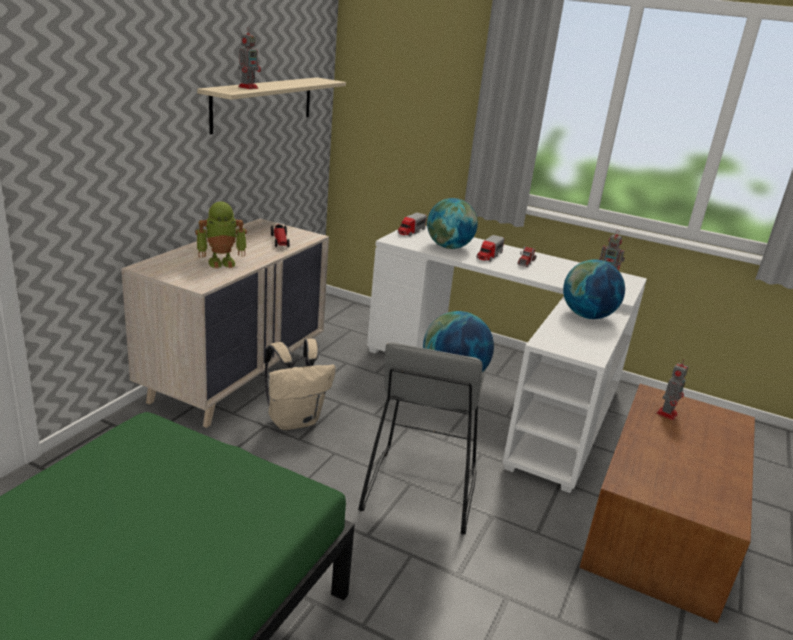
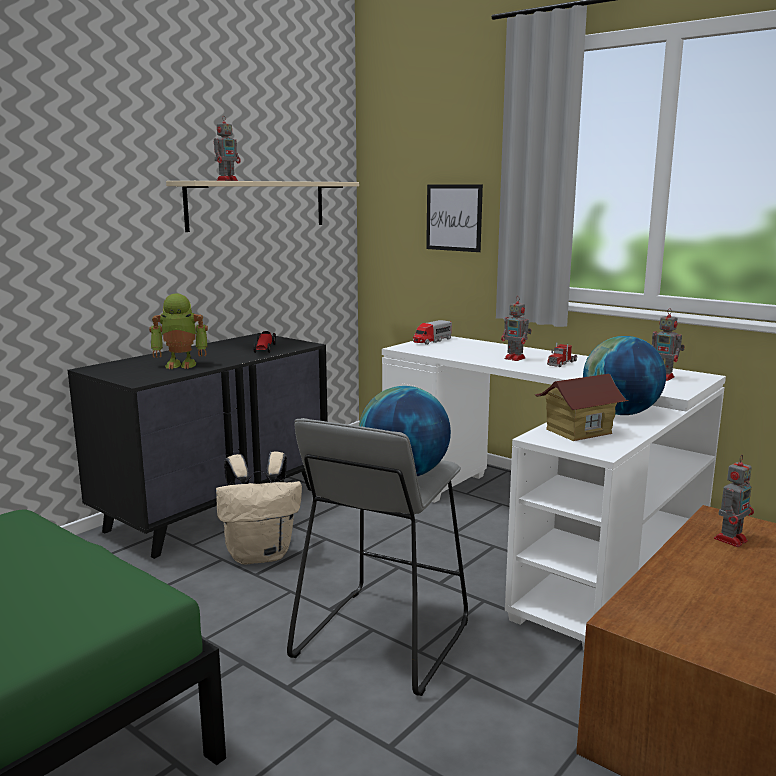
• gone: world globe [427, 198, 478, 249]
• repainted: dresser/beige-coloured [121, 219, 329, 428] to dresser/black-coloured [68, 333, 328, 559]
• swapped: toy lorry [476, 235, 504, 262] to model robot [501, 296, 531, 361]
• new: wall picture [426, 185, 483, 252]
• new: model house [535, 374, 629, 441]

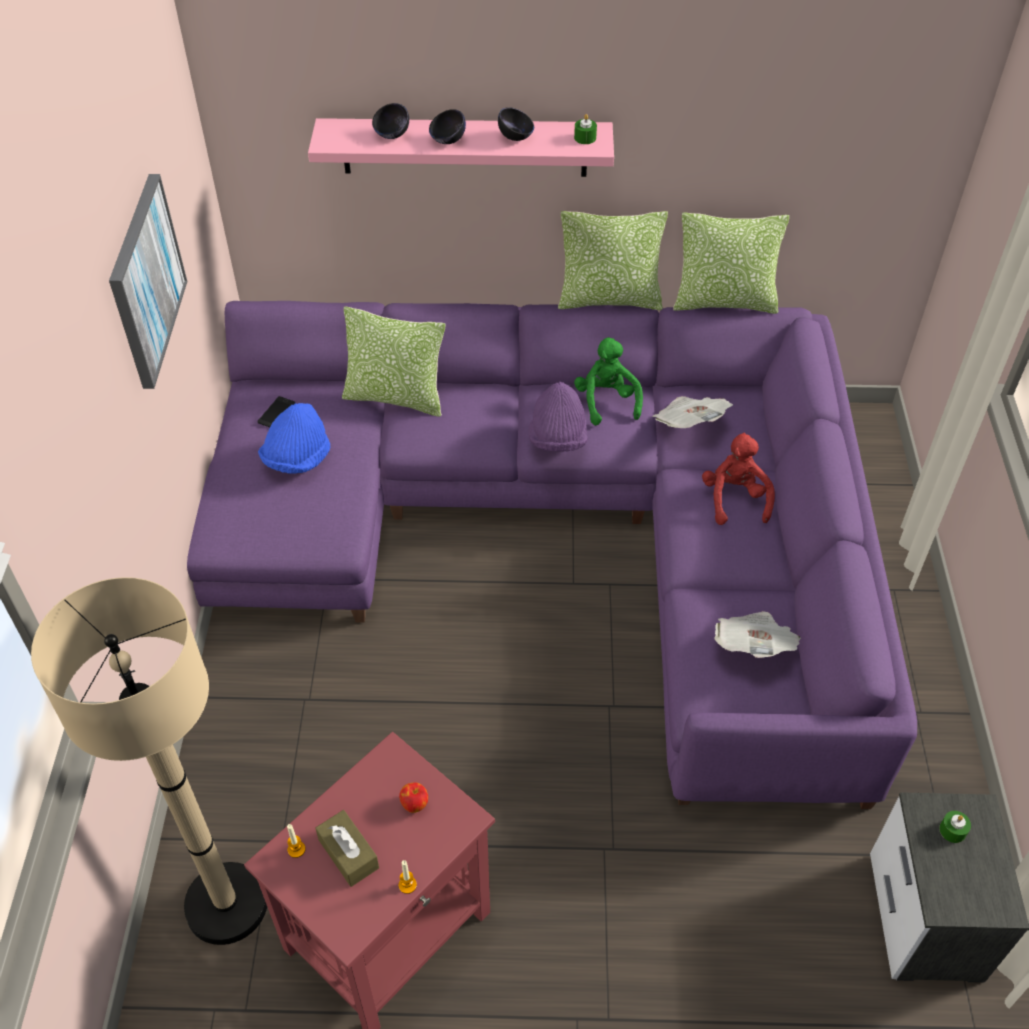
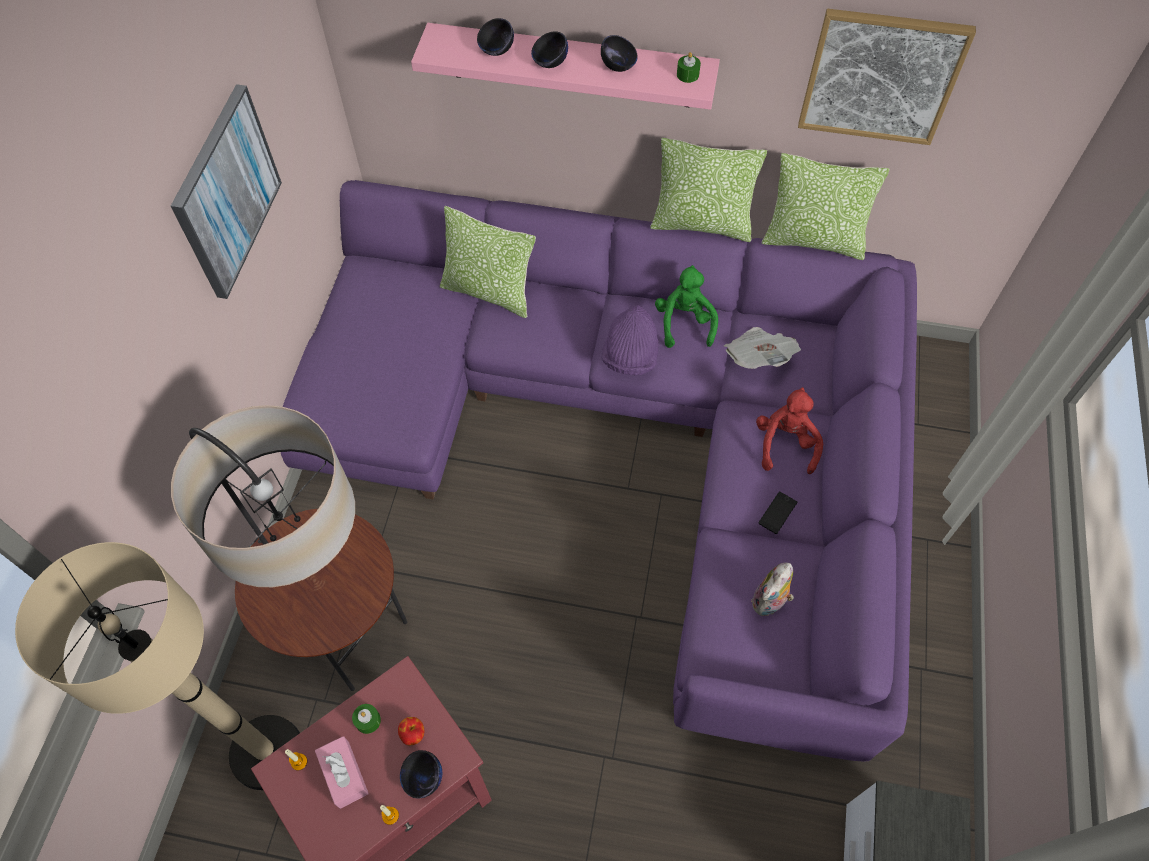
• shifted: phone [257, 396, 296, 427] to [759, 492, 797, 534]
• gone: clothing hat/bluish [258, 403, 330, 474]
• swapped: newspaper [714, 611, 801, 658] to plush toy [751, 563, 794, 616]
• repainted: tissue holder/brown-coloured [315, 810, 379, 887] to tissue holder/pink-coloured [315, 736, 369, 809]
• shifted: wax candle/green [939, 811, 971, 843] to [352, 704, 381, 734]
• new: wall picture [798, 9, 976, 145]
• new: standing lamp [171, 405, 407, 691]
• new: deep dish/black-coloured [400, 750, 442, 798]

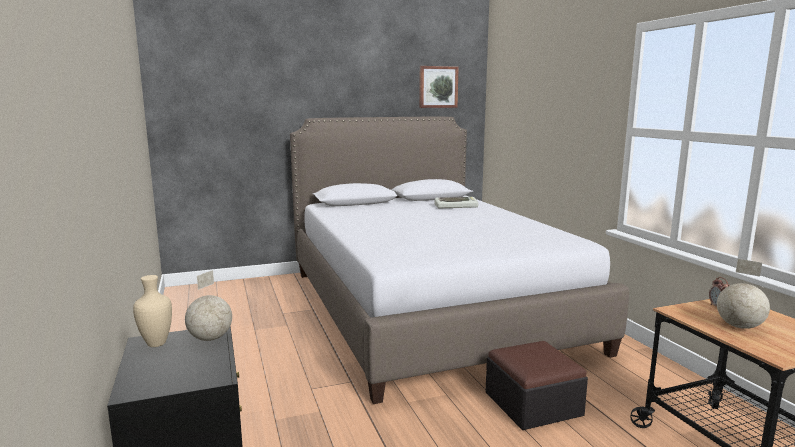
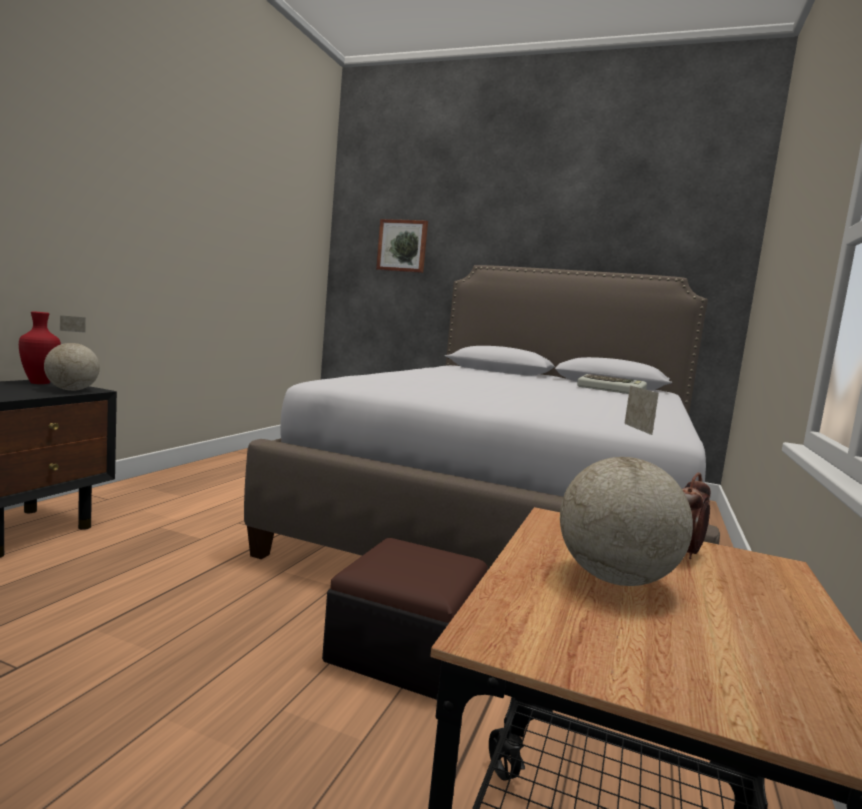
• shifted: wall picture [419, 66, 459, 108] to [376, 219, 428, 273]
• repainted: decorative vase/beige-coloured [133, 275, 172, 347] to decorative vase/red-coloured [19, 312, 61, 384]

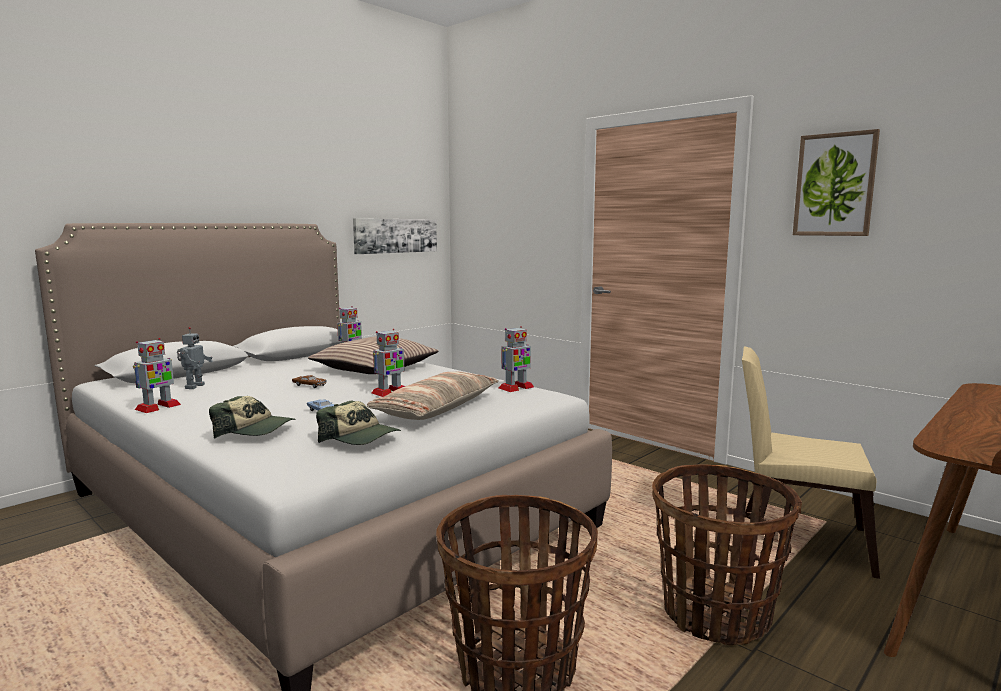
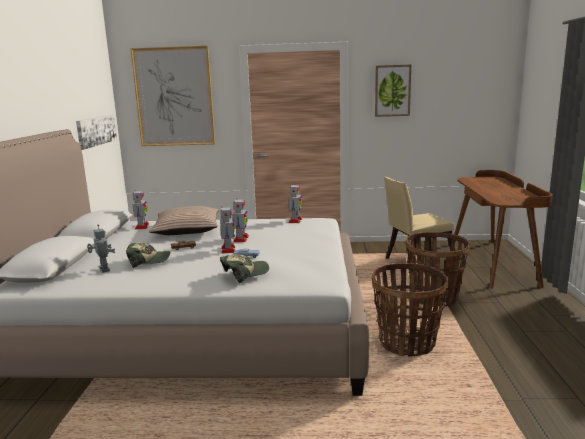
• shifted: model robot [133, 338, 181, 413] to [220, 206, 235, 254]
• gone: cushion [367, 372, 499, 420]
• shifted: peaked cap [316, 401, 401, 445] to [126, 242, 170, 268]
• new: wall picture [131, 46, 215, 146]

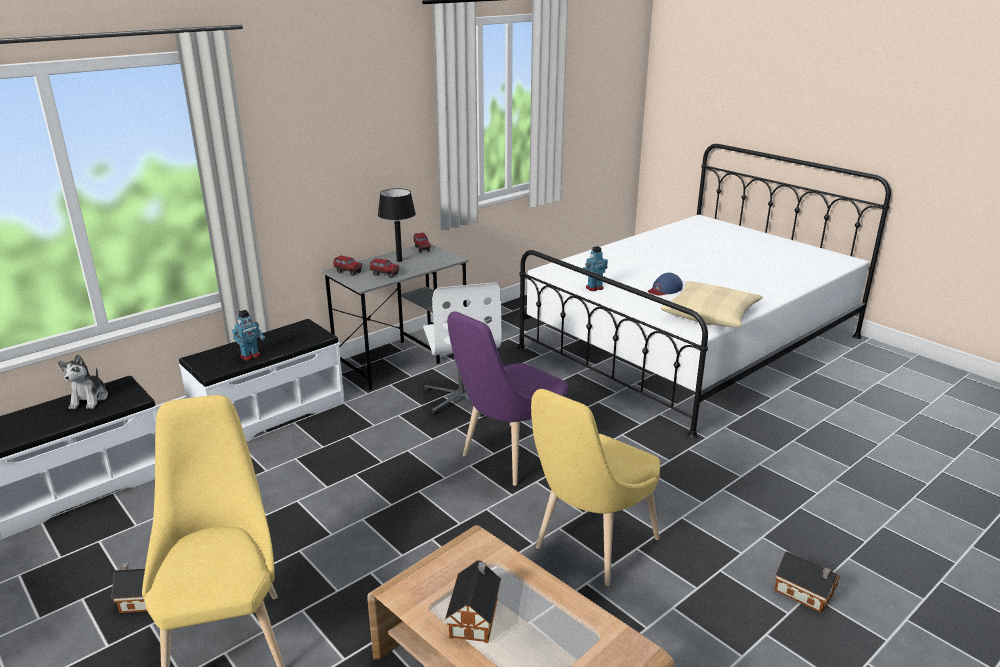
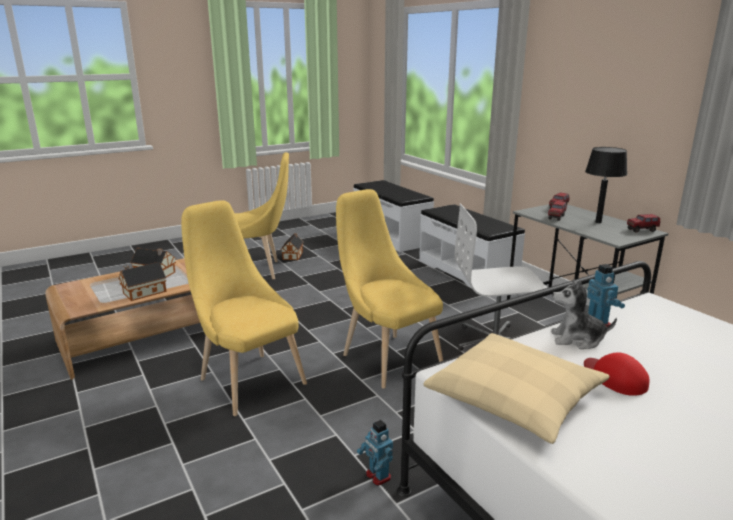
• repainted: peaked cap/bluish [648, 273, 683, 296] to peaked cap/red-coloured [584, 353, 650, 396]
• shifted: model robot [232, 310, 265, 361] to [357, 420, 393, 486]
• repainted: chair/purplish [447, 311, 568, 486] to chair/yellow-coloured [336, 189, 443, 389]
• shifted: plush toy [58, 354, 108, 409] to [551, 279, 617, 349]
• shifted: model house [774, 551, 840, 613] to [118, 262, 167, 301]

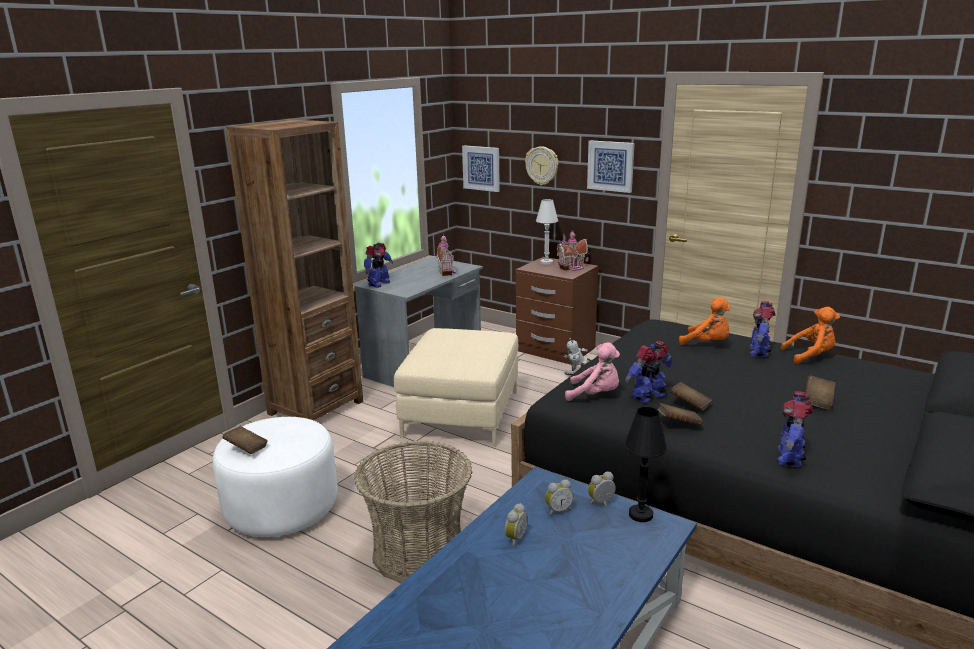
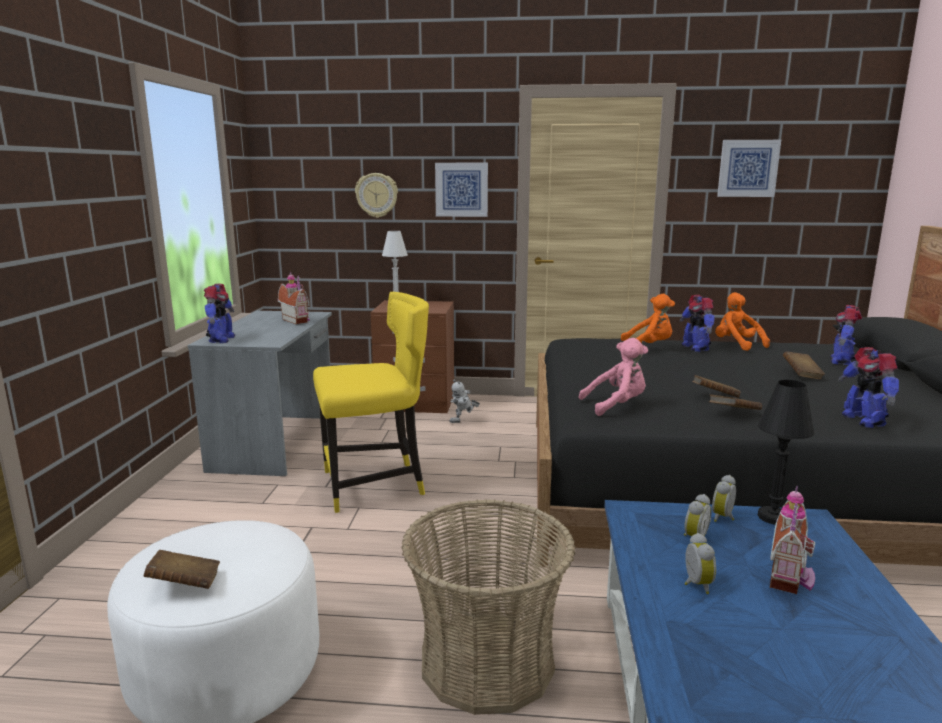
• gone: bookshelf/brown-coloured [226, 119, 363, 420]
• shifted: wall picture [462, 145, 500, 192] to [717, 140, 781, 197]
• shifted: model house [557, 230, 589, 271] to [770, 486, 815, 594]
• rotated: plush toy/orange [781, 307, 840, 364] = [715, 292, 770, 351] 90 degrees counterclockwise
• swapped: pouffe/beige-coloured [394, 328, 518, 447] to chair/yellow-coloured [313, 292, 429, 513]
• shifted: model robot [625, 341, 672, 403] to [831, 305, 862, 365]

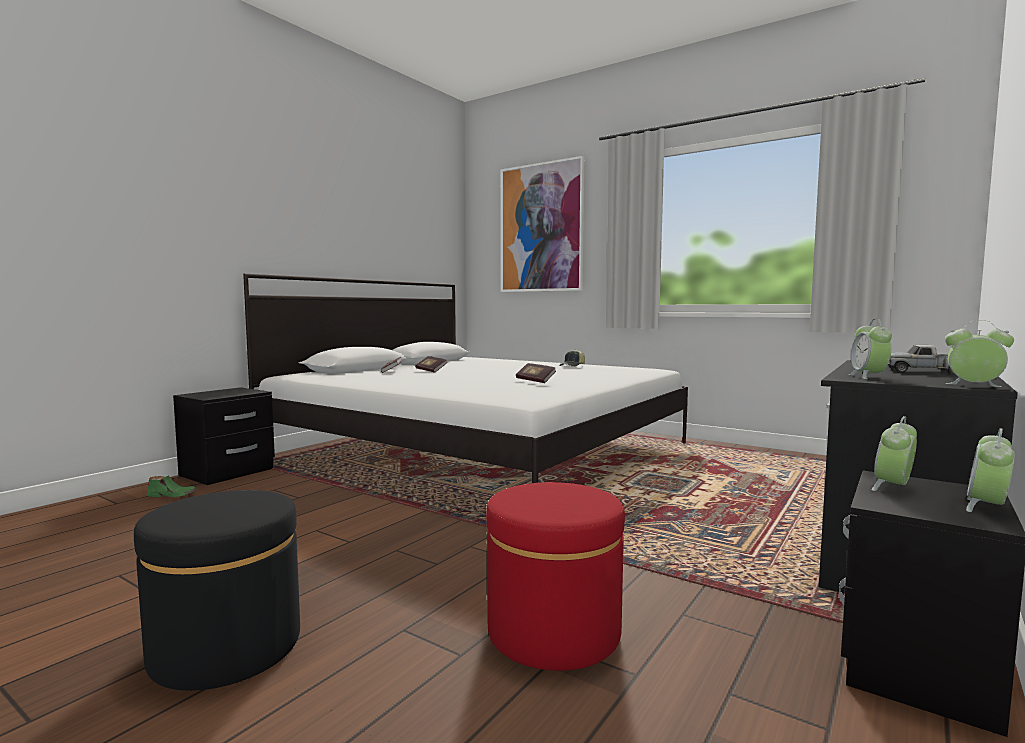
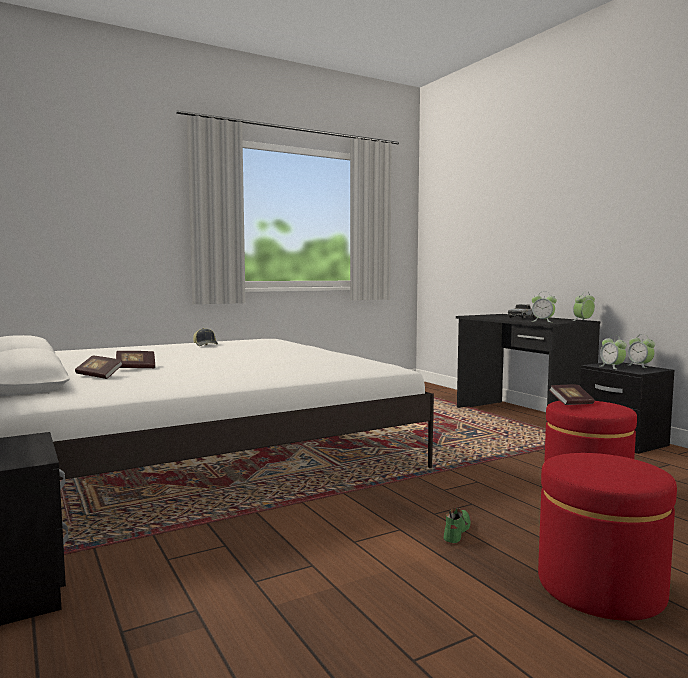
• gone: wall picture [501, 156, 584, 292]
• shifted: volume [516, 363, 556, 383] to [549, 385, 595, 405]
• shifted: shoe/green [147, 475, 197, 497] to [444, 508, 471, 543]
• repainted: pouffe/black-coloured [134, 490, 300, 691] to pouffe/red-coloured [538, 453, 677, 621]

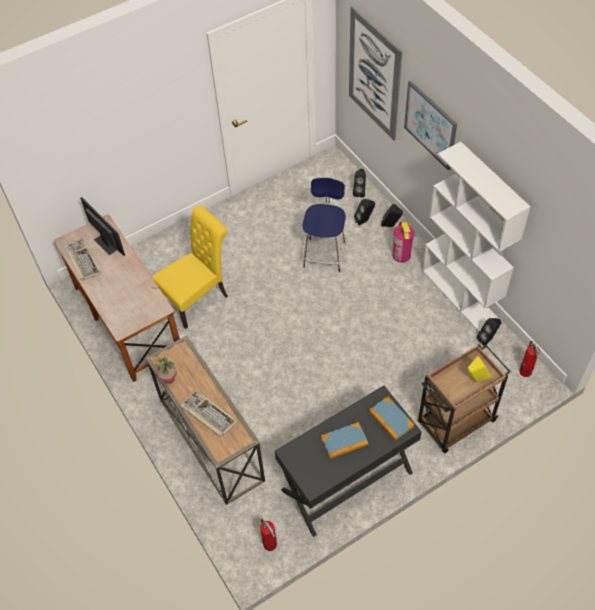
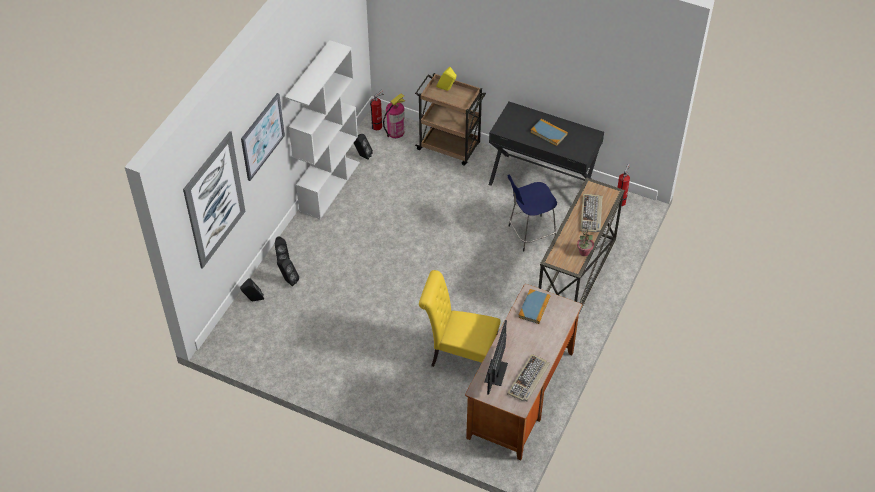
• shifted: sitting stool/bluish [302, 178, 347, 272] to [508, 175, 557, 252]
• shifted: fire extinguisher [392, 222, 414, 262] to [383, 93, 405, 138]
• shifted: volume [369, 397, 414, 440] to [518, 289, 550, 324]

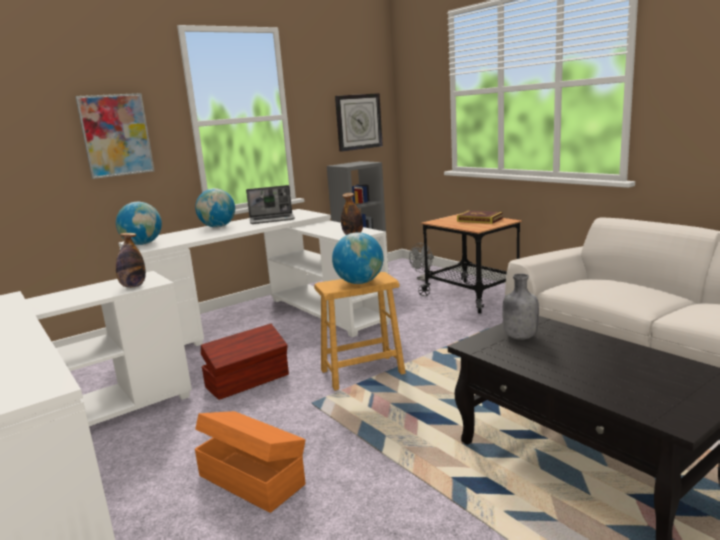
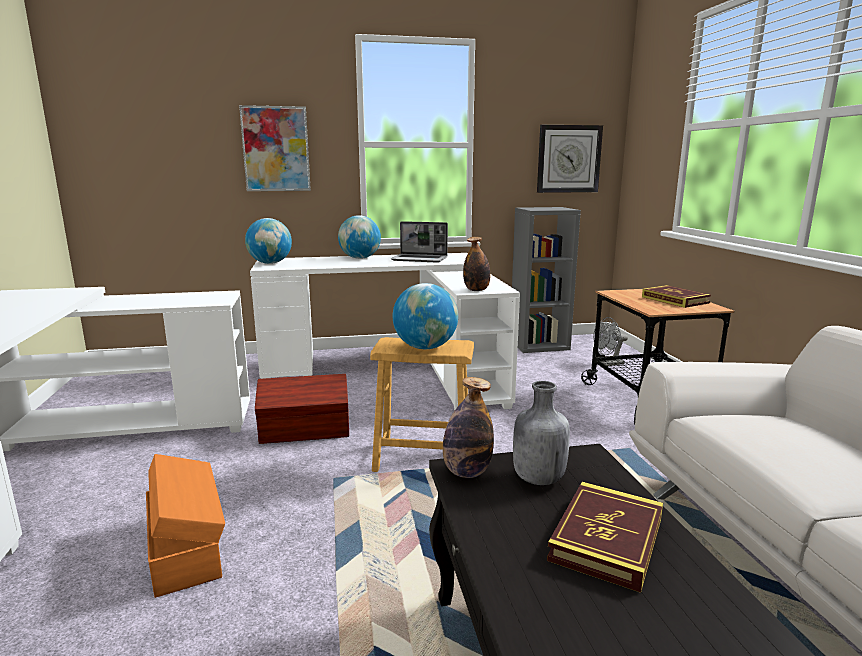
• shifted: bottle [116, 233, 146, 288] to [443, 377, 494, 478]
• new: volume [547, 482, 663, 593]

